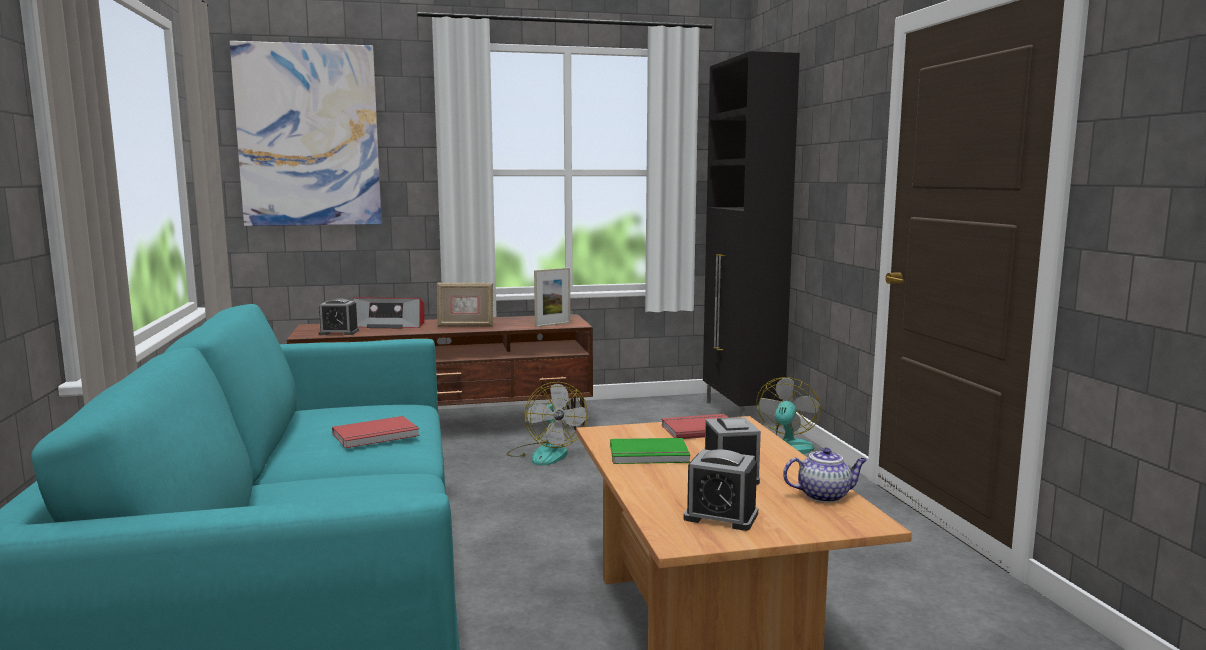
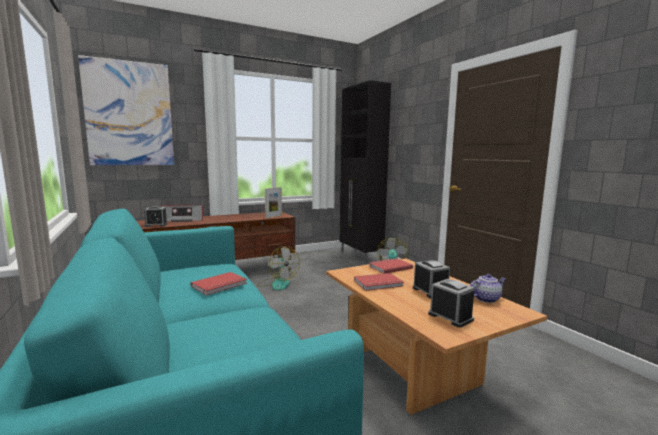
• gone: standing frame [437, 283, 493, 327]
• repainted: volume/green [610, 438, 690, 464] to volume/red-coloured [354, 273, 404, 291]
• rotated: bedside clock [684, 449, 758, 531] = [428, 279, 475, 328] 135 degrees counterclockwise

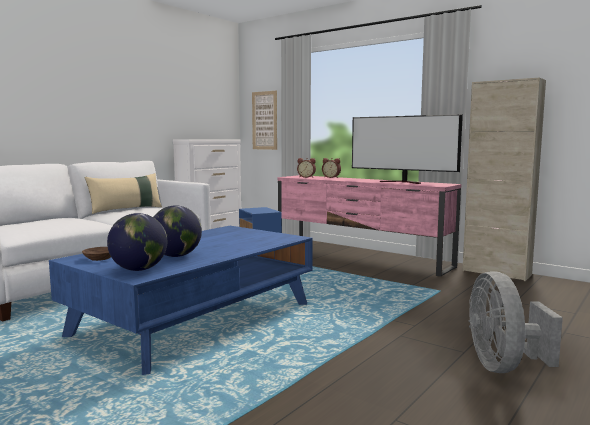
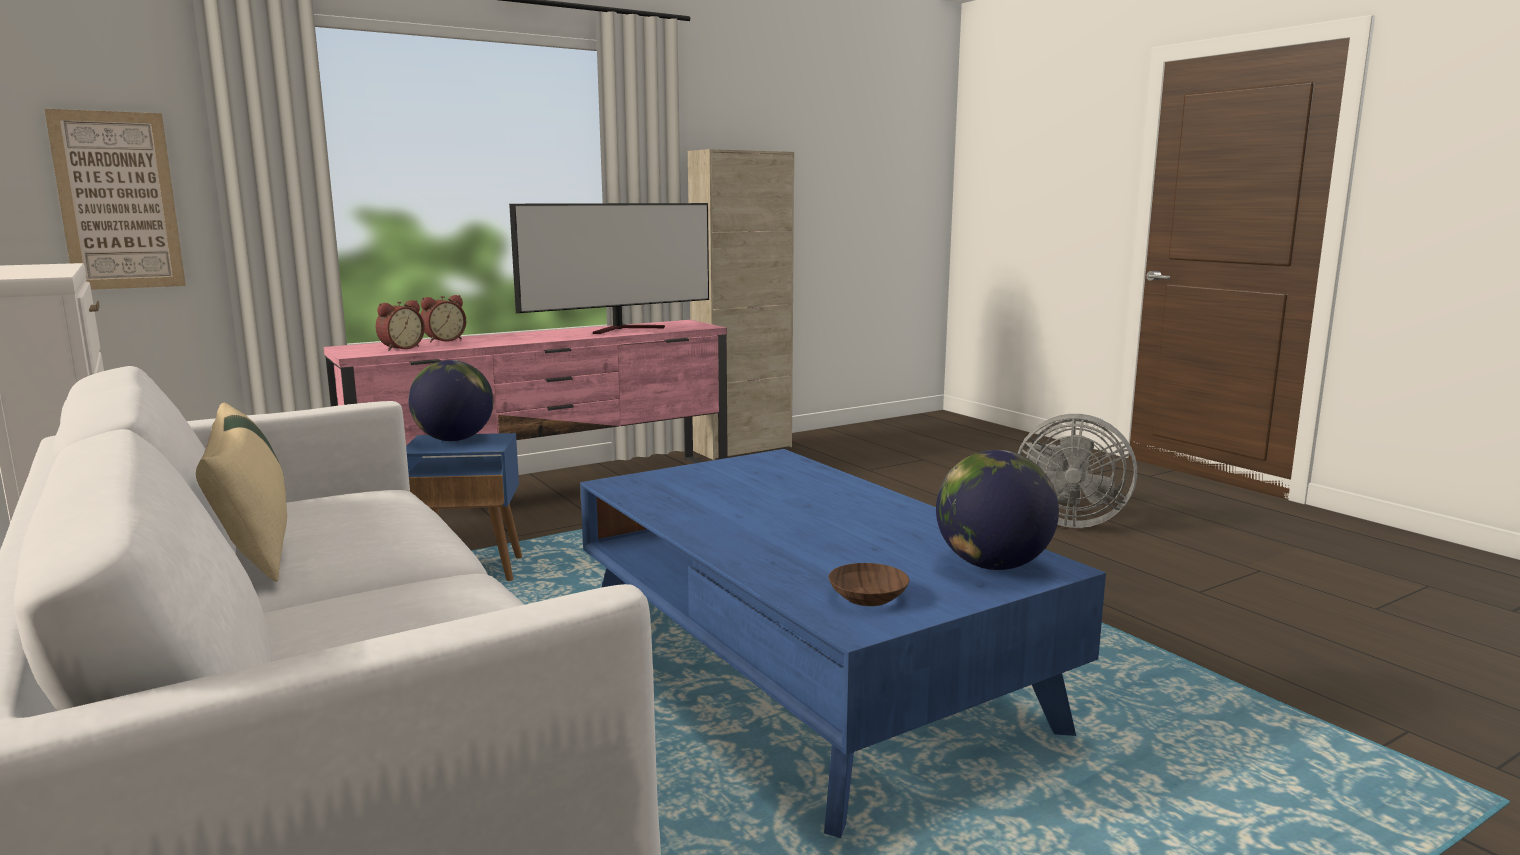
• shifted: world globe [154, 205, 202, 257] to [408, 360, 493, 441]

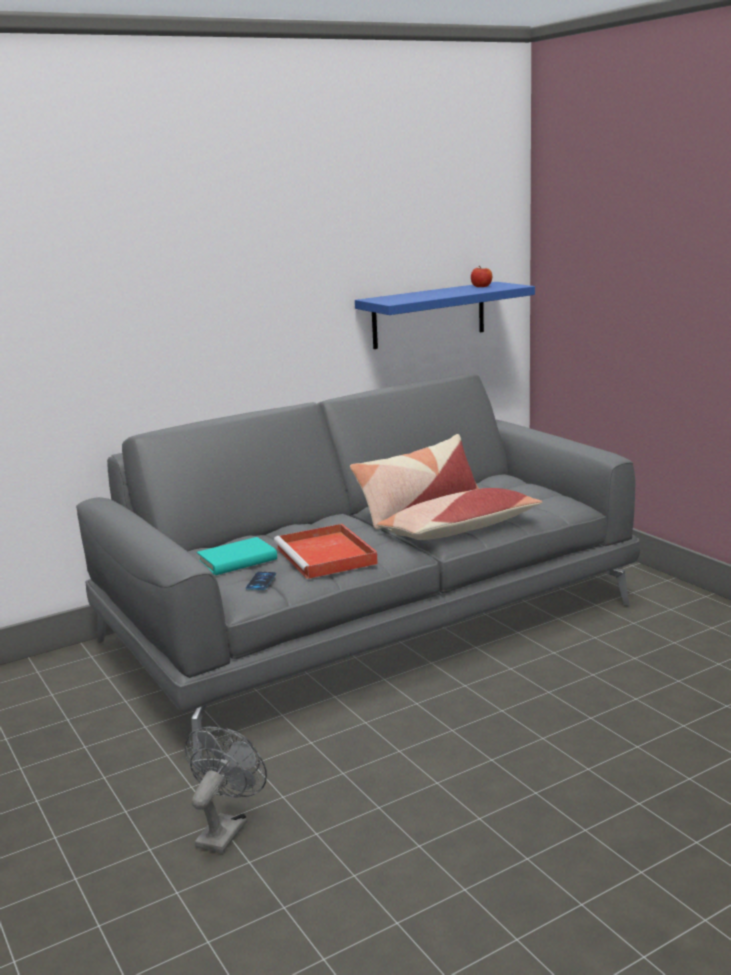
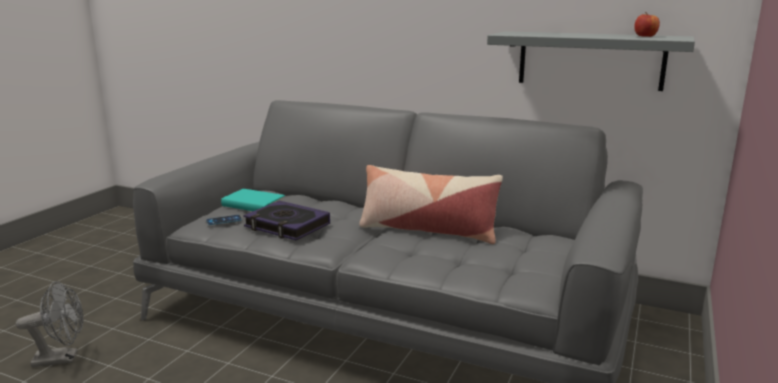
• repainted: shelf/bluish [355, 282, 535, 349] to shelf/gray [487, 31, 695, 91]
• gone: cushion [376, 488, 542, 540]
• swapped: carrying tray/red-coloured [274, 524, 378, 579] to volume [243, 200, 330, 240]

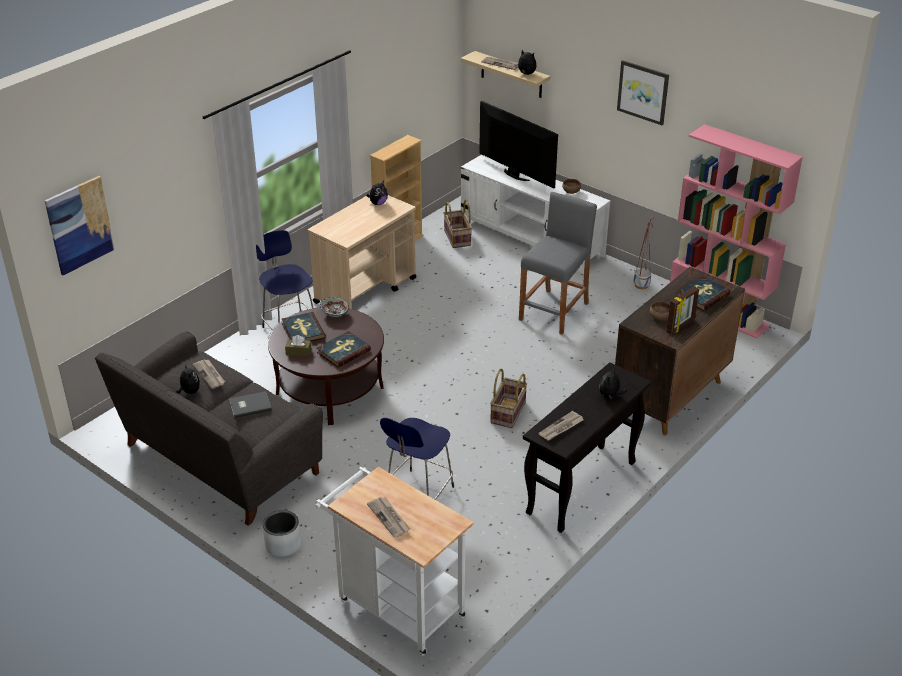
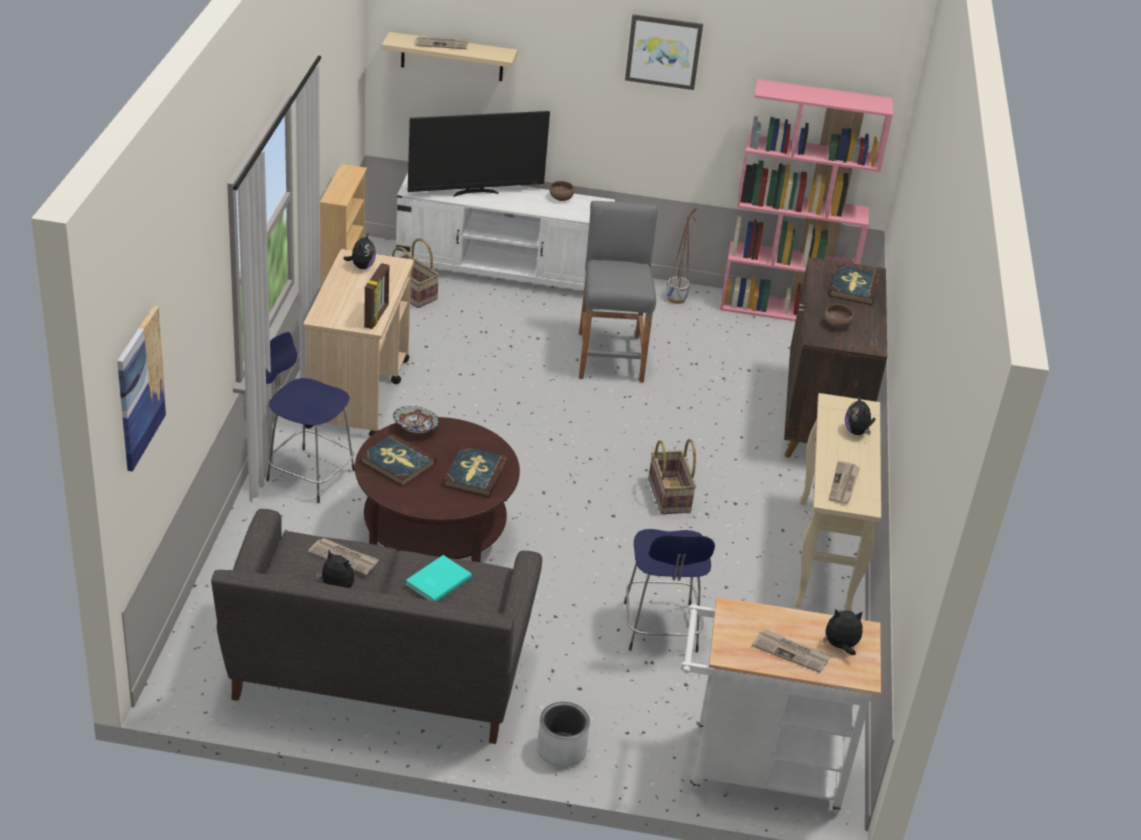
• shifted: plush toy [515, 50, 536, 75] to [824, 609, 863, 655]
• rotated: TV [479, 101, 558, 189] = [408, 111, 550, 197] 150 degrees clockwise
• shifted: standing frame [666, 286, 699, 335] to [364, 263, 389, 329]
• gone: tissue holder/brown-coloured [285, 335, 311, 356]
• repainted: hall table/black-coloured [523, 362, 651, 533] to hall table/beige-coloured [795, 393, 881, 611]
• repainted: volume/gray [229, 391, 272, 418] to volume/turquoise [406, 555, 472, 602]

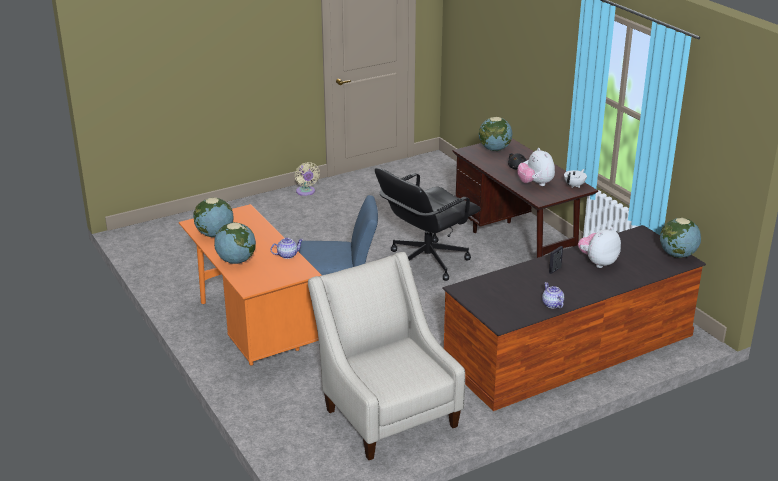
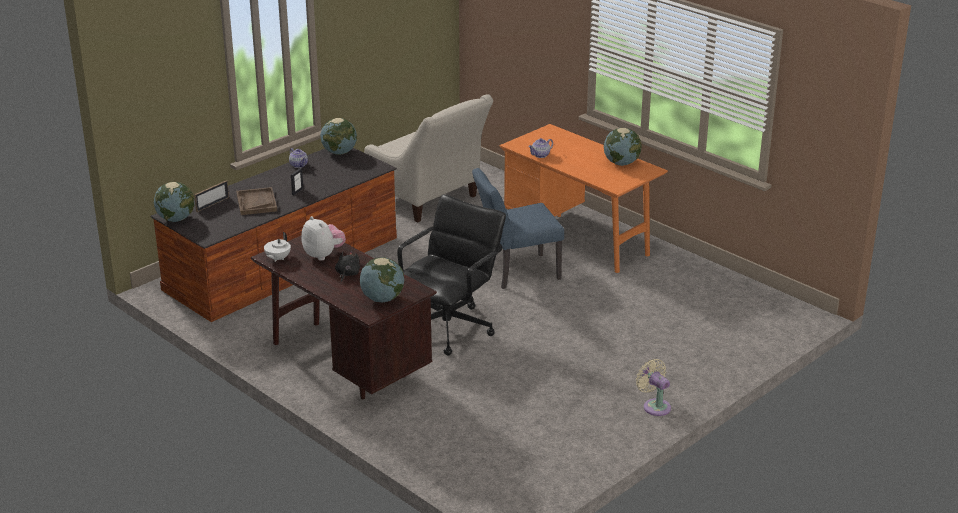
• shifted: world globe [214, 222, 256, 264] to [320, 118, 357, 155]
• swapped: plush toy [578, 227, 621, 268] to carrying tray/brown-coloured [236, 187, 277, 215]
• new: standing frame [194, 180, 229, 212]

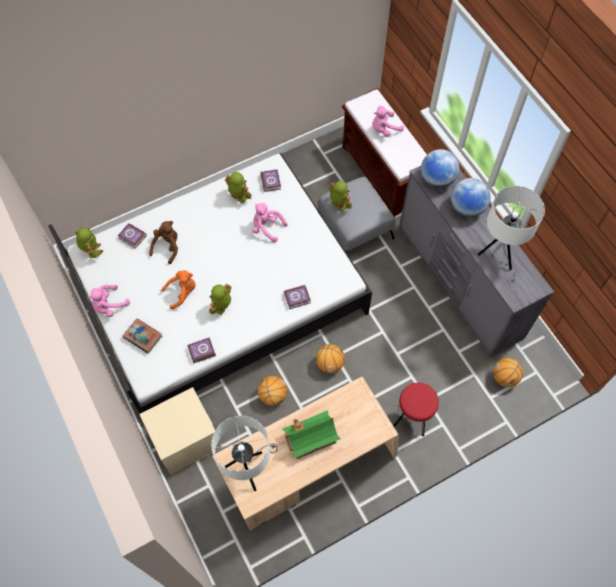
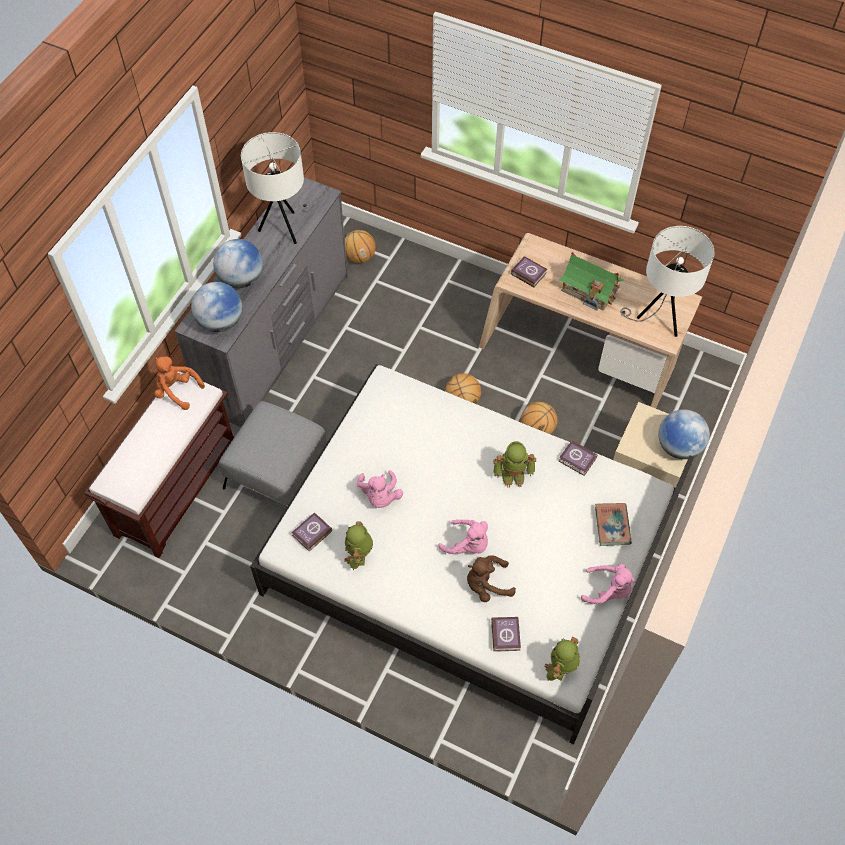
• shifted: plush toy/pink-coloured [372, 106, 404, 137] to [438, 520, 488, 554]
• gone: model robot [328, 181, 352, 212]
• shifted: plush toy/orange [161, 270, 195, 309] to [154, 356, 205, 410]
• shifted: volume [284, 285, 311, 309] to [511, 256, 547, 287]
• gone: sitting stool/red-coloured [394, 383, 439, 436]
• new: world globe [658, 409, 710, 459]

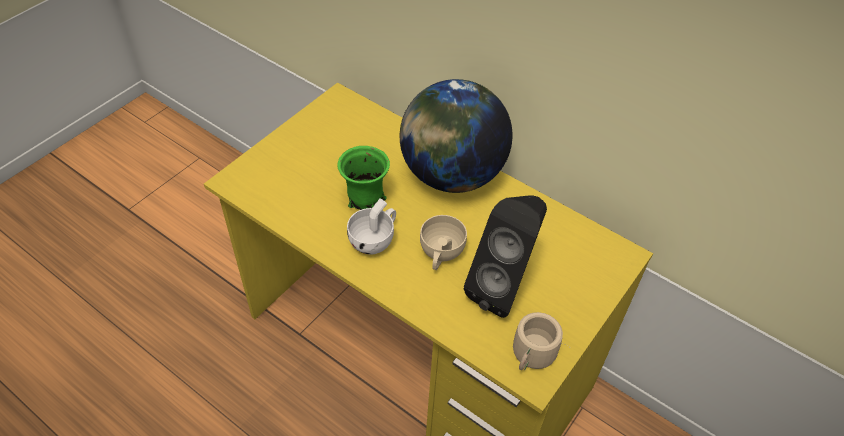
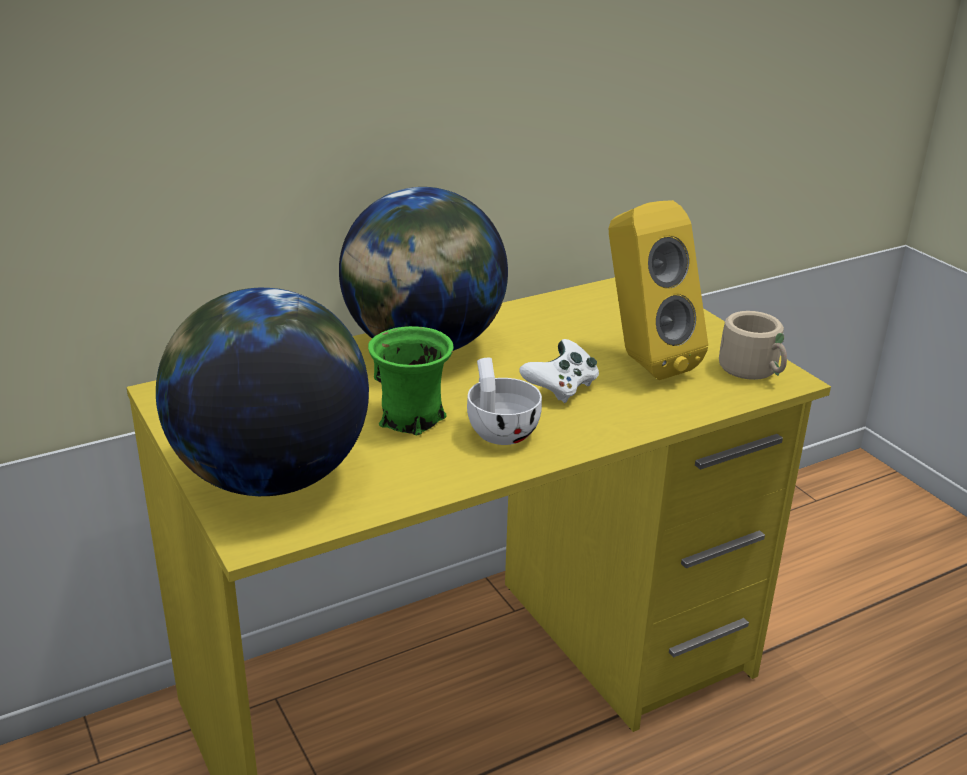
• repainted: loudspeaker/black-coloured [464, 195, 547, 318] to loudspeaker/yellow-coloured [609, 200, 708, 380]
• swapped: drinking cup/beige-coloured [420, 215, 467, 270] to joypad/whitish [519, 339, 599, 403]
• new: world globe [156, 288, 369, 496]

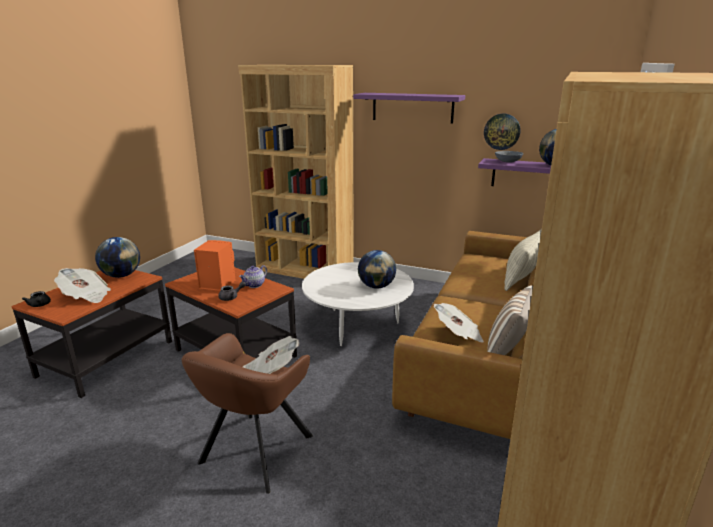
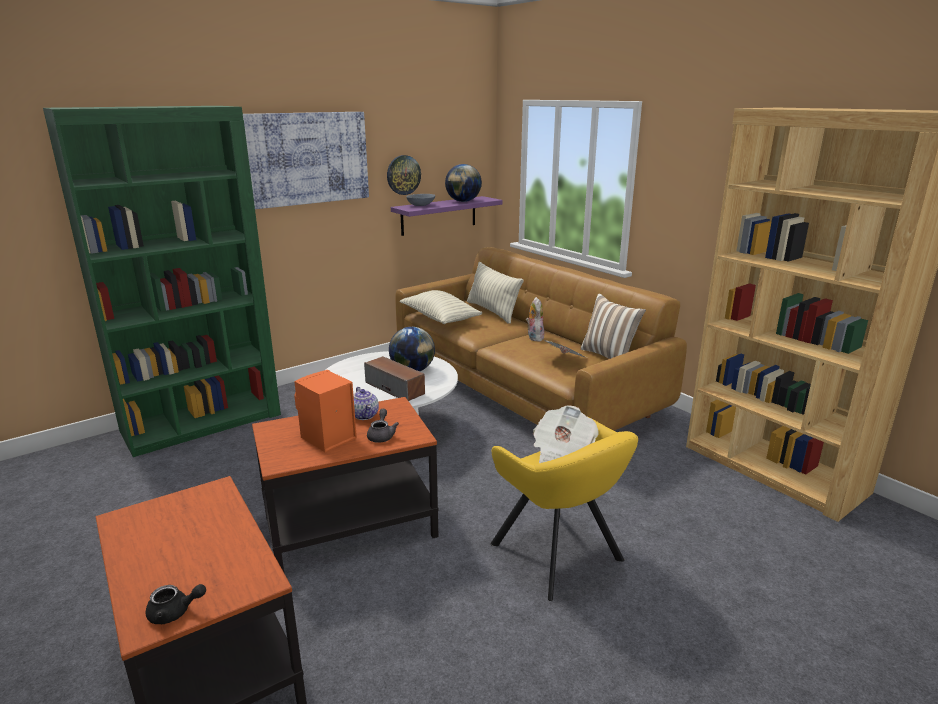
• repainted: bookshelf/brown-coloured [238, 65, 354, 279] to bookshelf/green [43, 106, 281, 457]
• swapped: shelf/purplish [353, 93, 465, 124] to wall picture [243, 112, 369, 209]
• gone: world globe [95, 237, 140, 278]
• gone: newspaper [54, 268, 111, 303]
• repainted: lounge chair/brown-coloured [182, 333, 313, 494] to lounge chair/yellow-coloured [490, 419, 638, 601]
• new: cushion [400, 290, 482, 324]
• new: plush toy [526, 297, 544, 341]
• new: loudspeaker [364, 356, 425, 401]

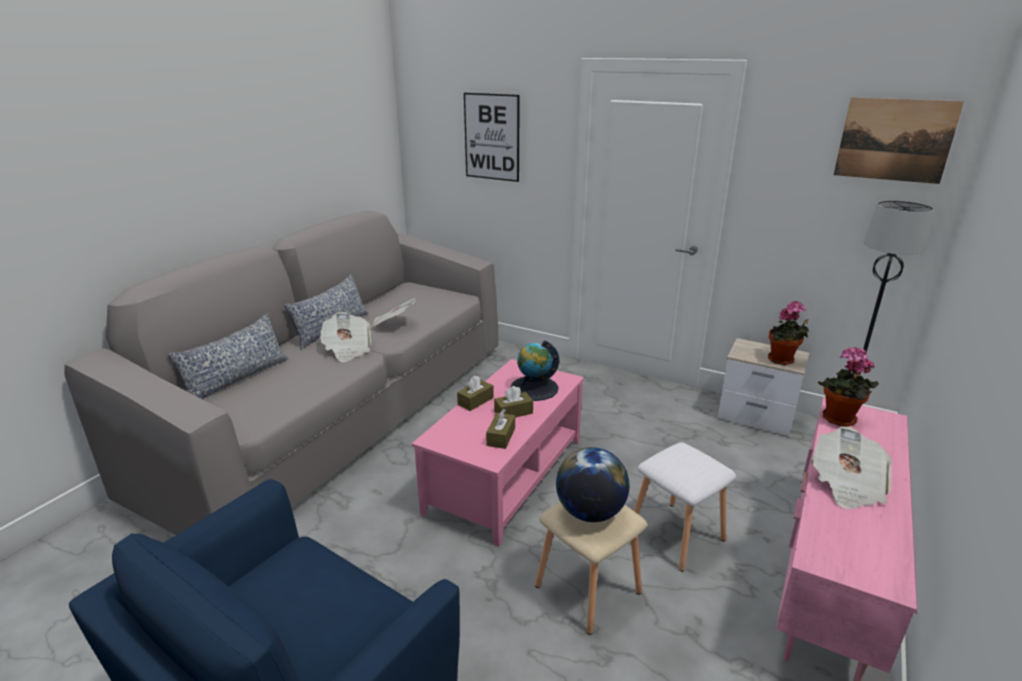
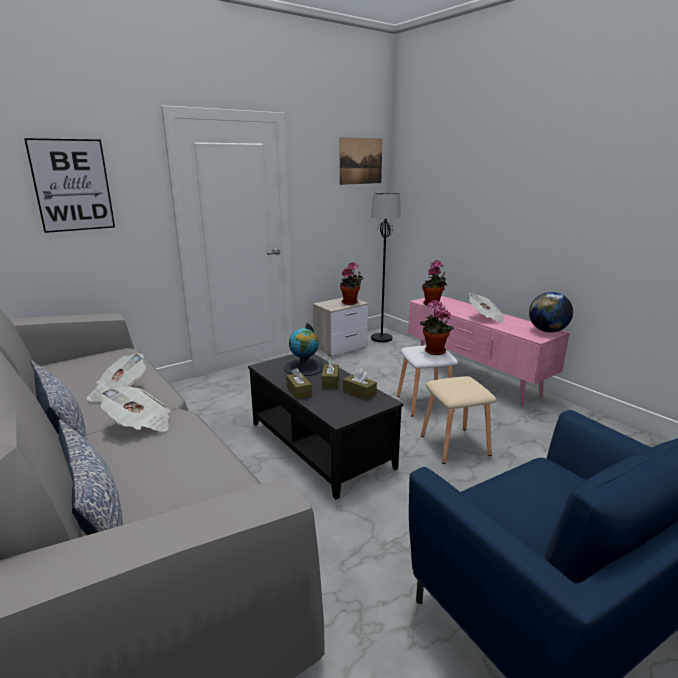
• repainted: lounge table/pink-coloured [412, 359, 584, 547] to lounge table/black-coloured [248, 354, 403, 499]
• shifted: world globe [556, 447, 629, 522] to [529, 292, 573, 333]
• new: potted plant [420, 300, 454, 355]

